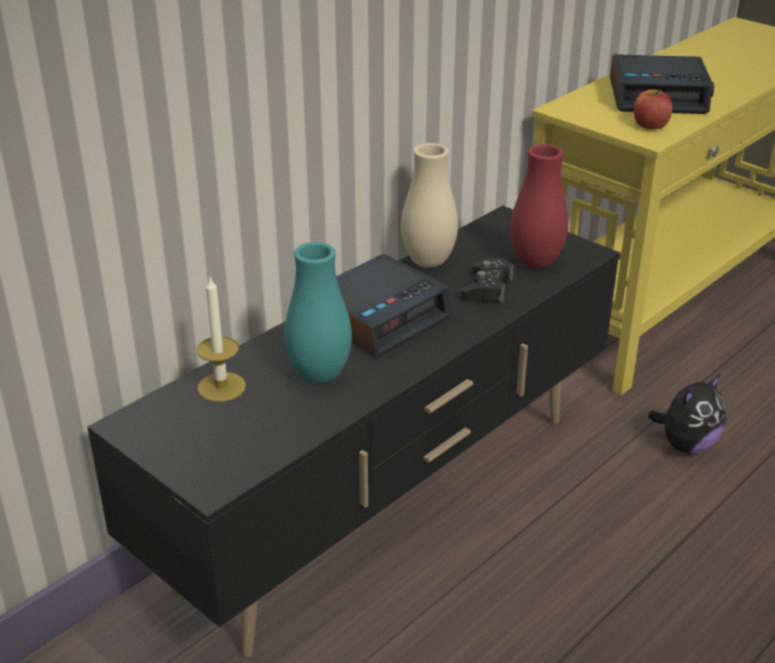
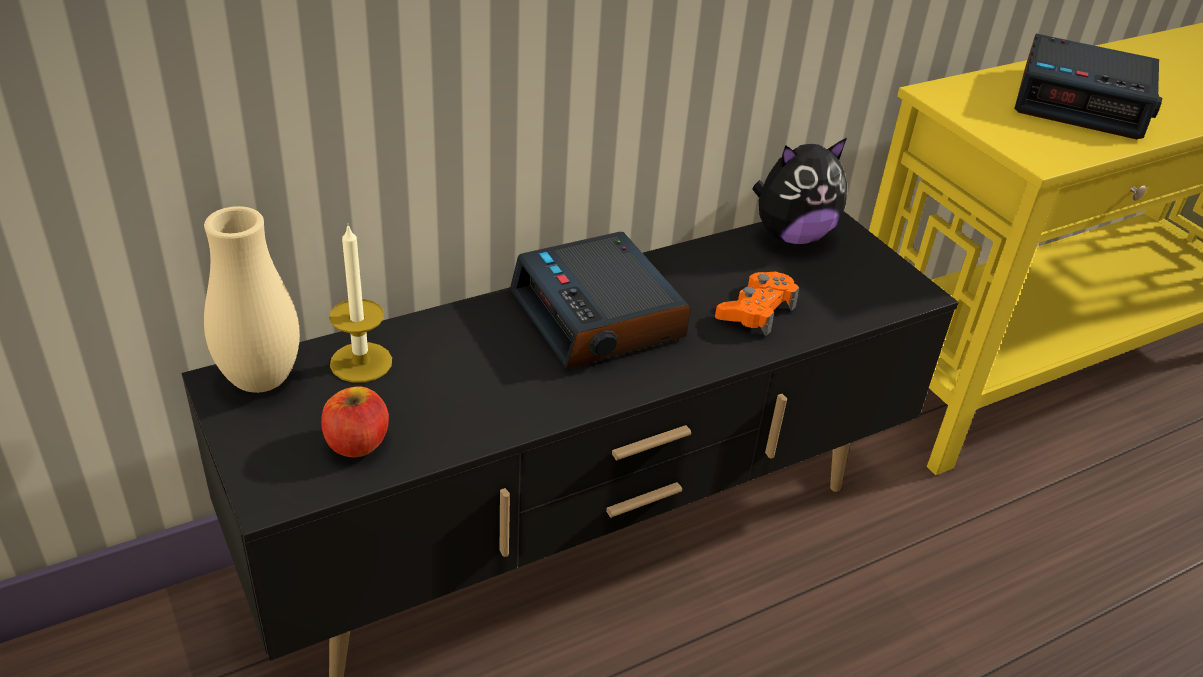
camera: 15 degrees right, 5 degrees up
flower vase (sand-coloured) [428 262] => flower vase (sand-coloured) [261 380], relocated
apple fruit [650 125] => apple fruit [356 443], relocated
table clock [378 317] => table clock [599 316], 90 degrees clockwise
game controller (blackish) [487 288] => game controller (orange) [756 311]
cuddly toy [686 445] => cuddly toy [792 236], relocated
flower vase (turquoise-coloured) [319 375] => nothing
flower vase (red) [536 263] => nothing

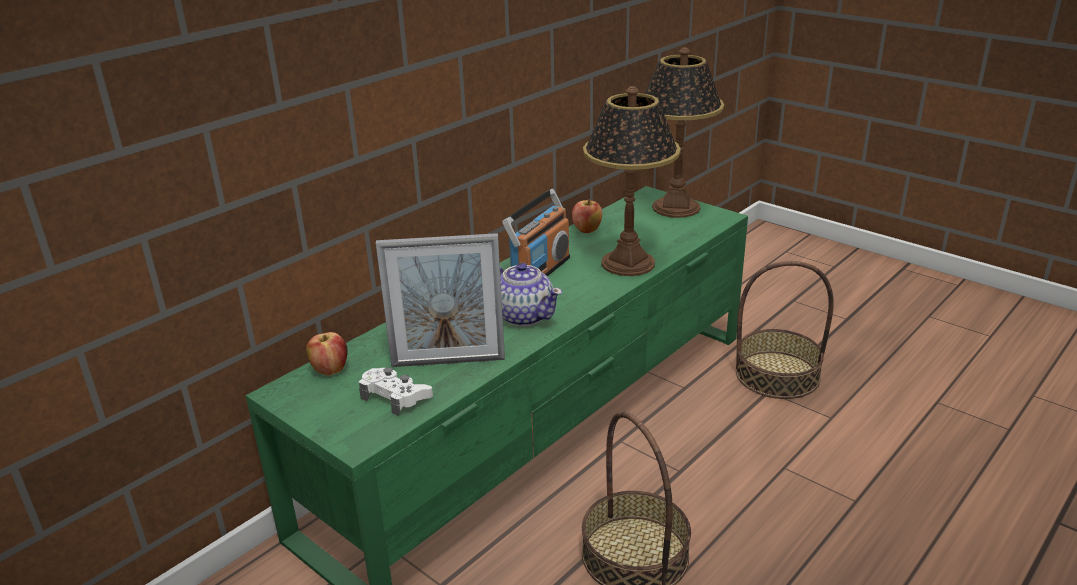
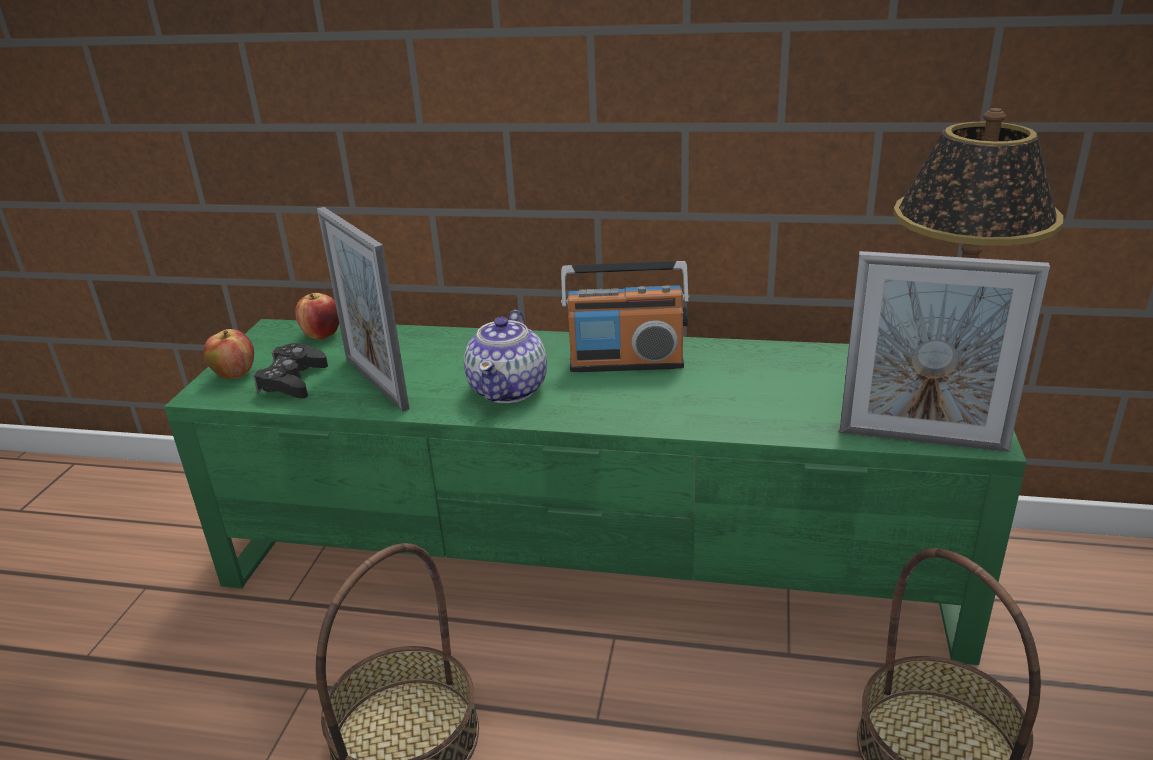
camera: 60 degrees right, 0 degrees up
apple fruit [587 230] => apple fruit [235 375], relocated
game controller (white-coloured) [395 396] => game controller (blackish) [293 381]
nothing => standing frame [922 439]
tabletop lamp [628 263] => nothing

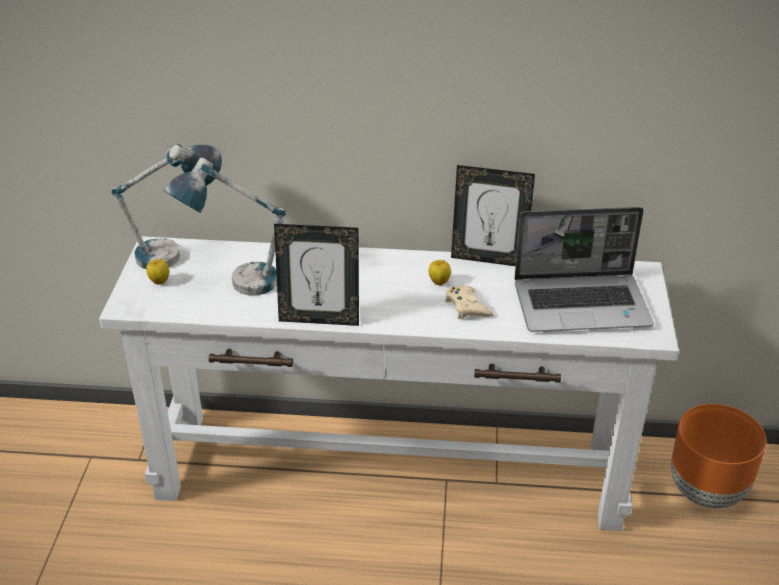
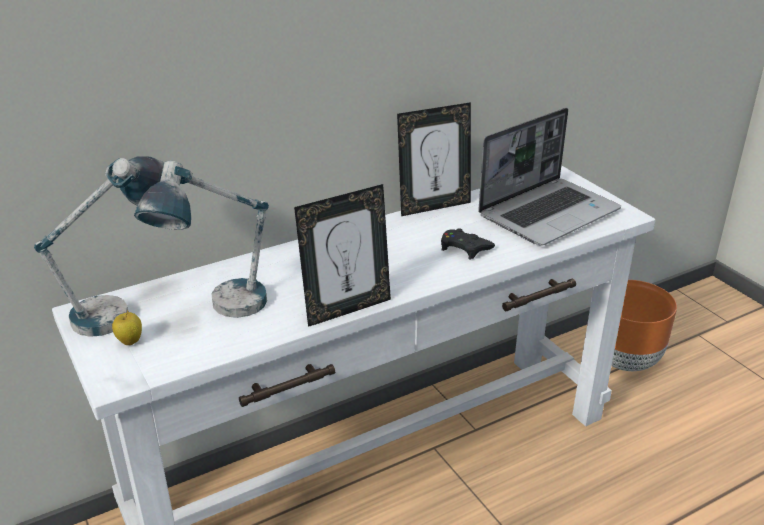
camera: 35 degrees left, 5 degrees down
game controller (sand-coloured) [467 307] => game controller (blackish) [464 248]
apple fruit [439 282] => nothing

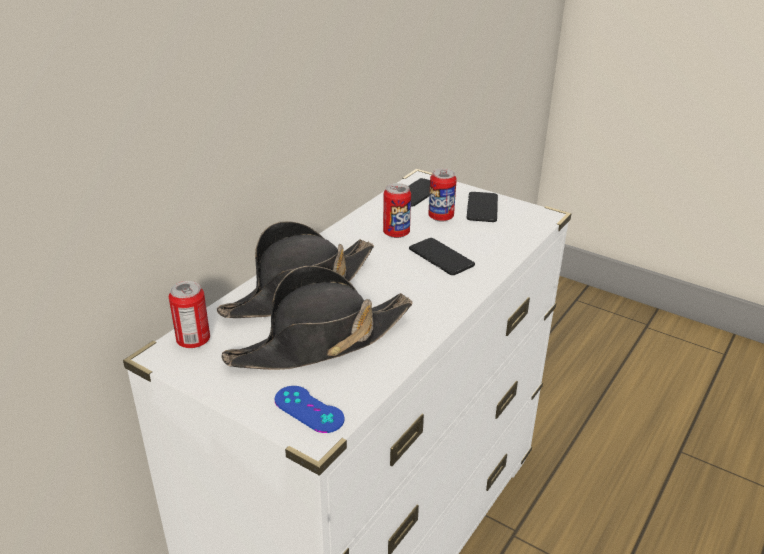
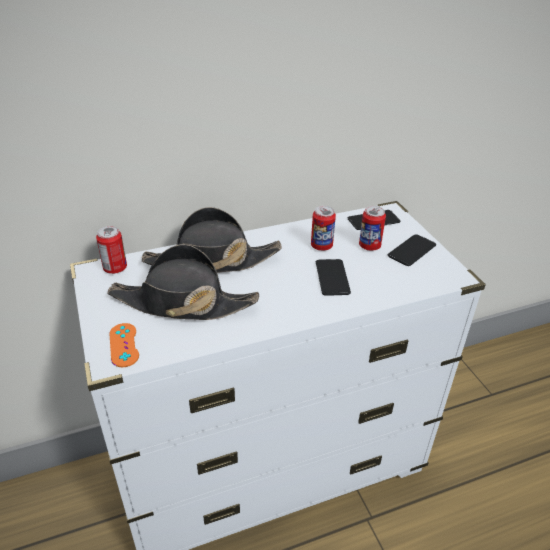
camera: 35 degrees right, 5 degrees up
game controller (bluish) [309 409] => game controller (orange) [124 345]

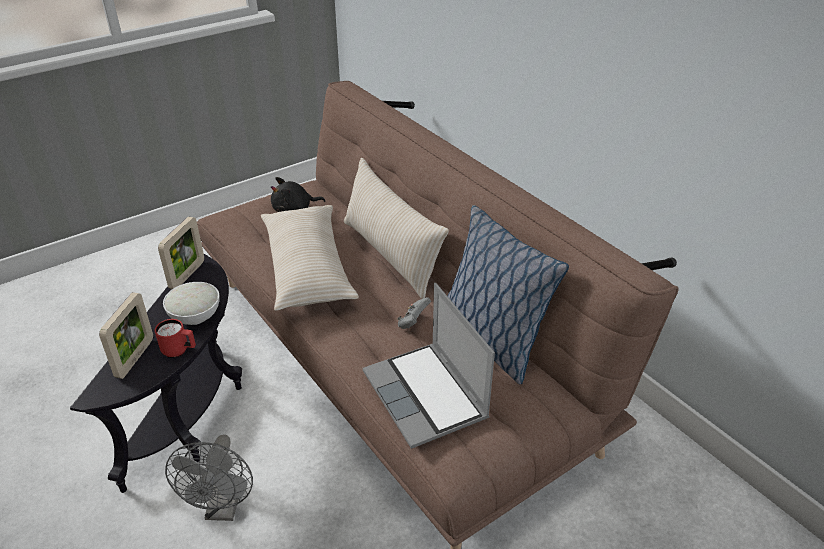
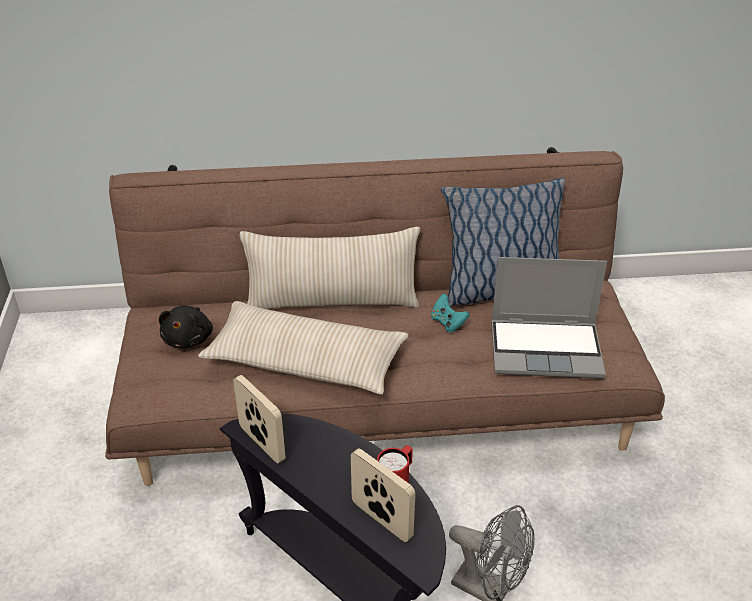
camera: 60 degrees left, 0 degrees up
game controller (greyish) [413 322] => game controller (turquoise-coloured) [448 323]
serving bowl (white-coloured) [194 316] => nothing

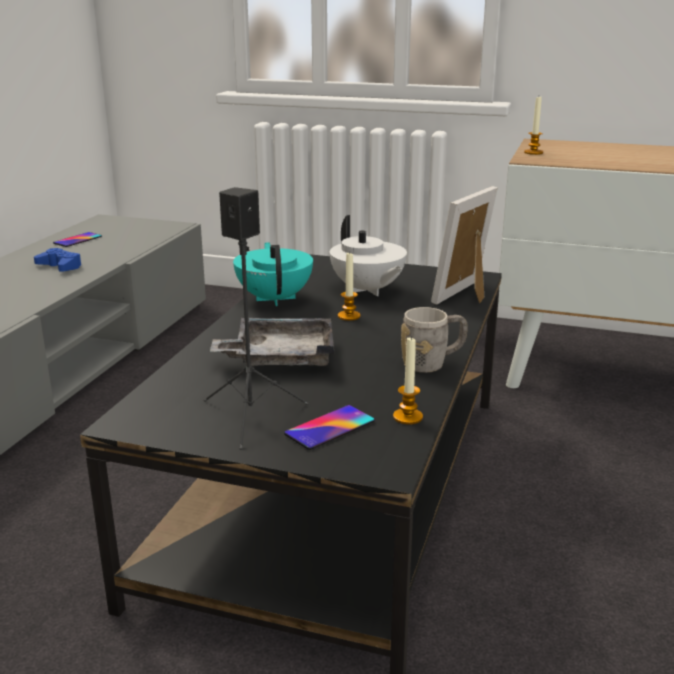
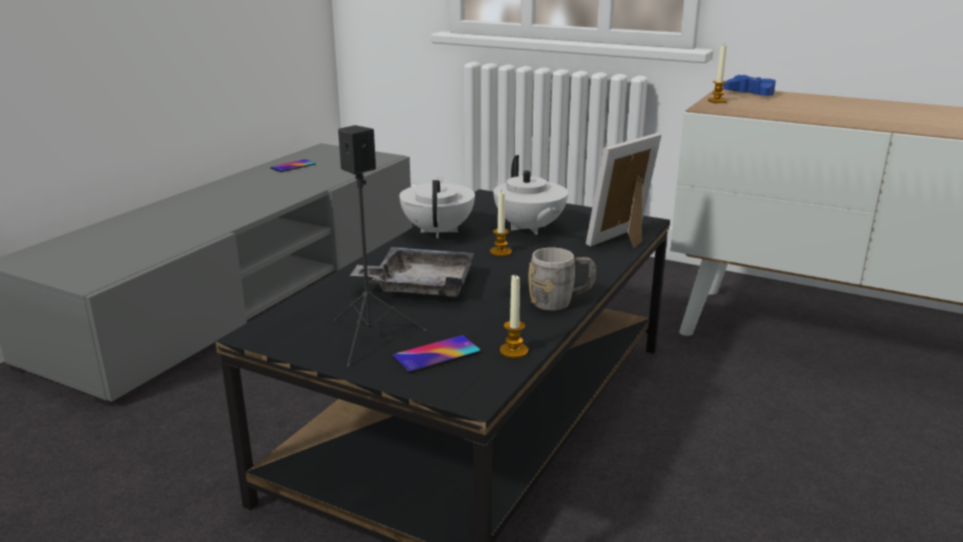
camera: 10 degrees right, 0 degrees up
pot for tea (turquoise-coloured) [275 298] => pot for tea (white-coloured) [439 231]
game controller (bluish) [60 266] => game controller (bluish) [750 93], relocated

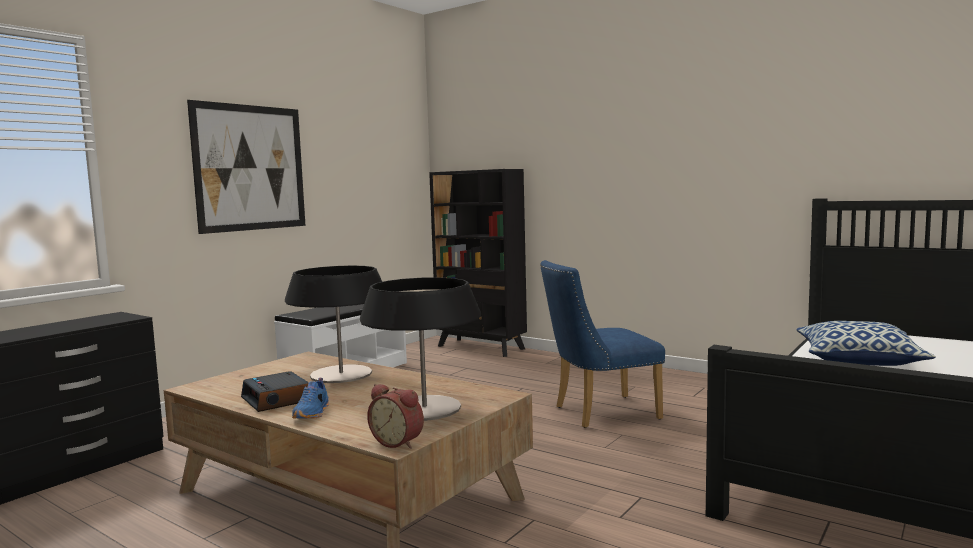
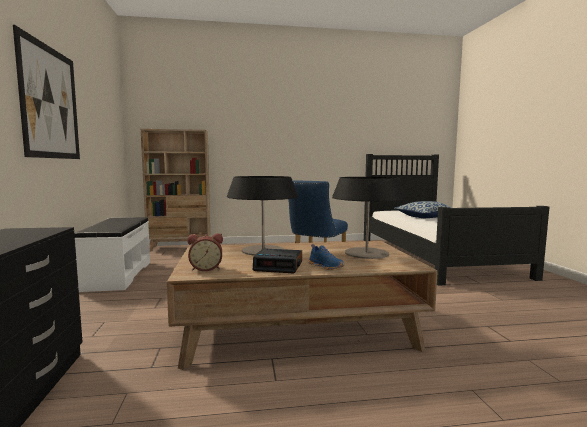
camera: 45 degrees left, 0 degrees up
shelving unit (blackish) [481 347] => shelving unit (sand-coloured) [180 248]
table clock [399 442] => table clock [206 268], relocated

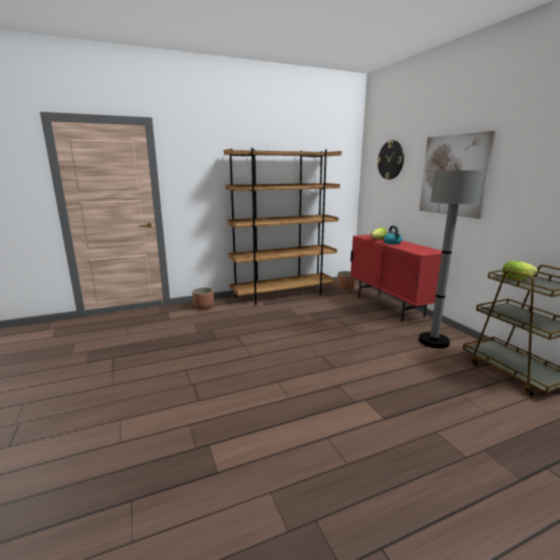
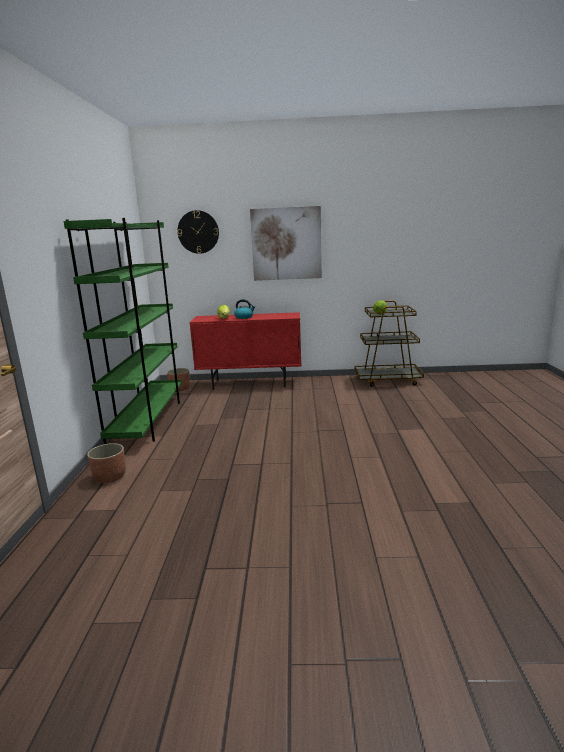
camera: 65 degrees left, 0 degrees up
shelving unit (brown-coloured) [283 295] => shelving unit (green-coloured) [148 420]
standing lamp (greyish) [433 341] => nothing

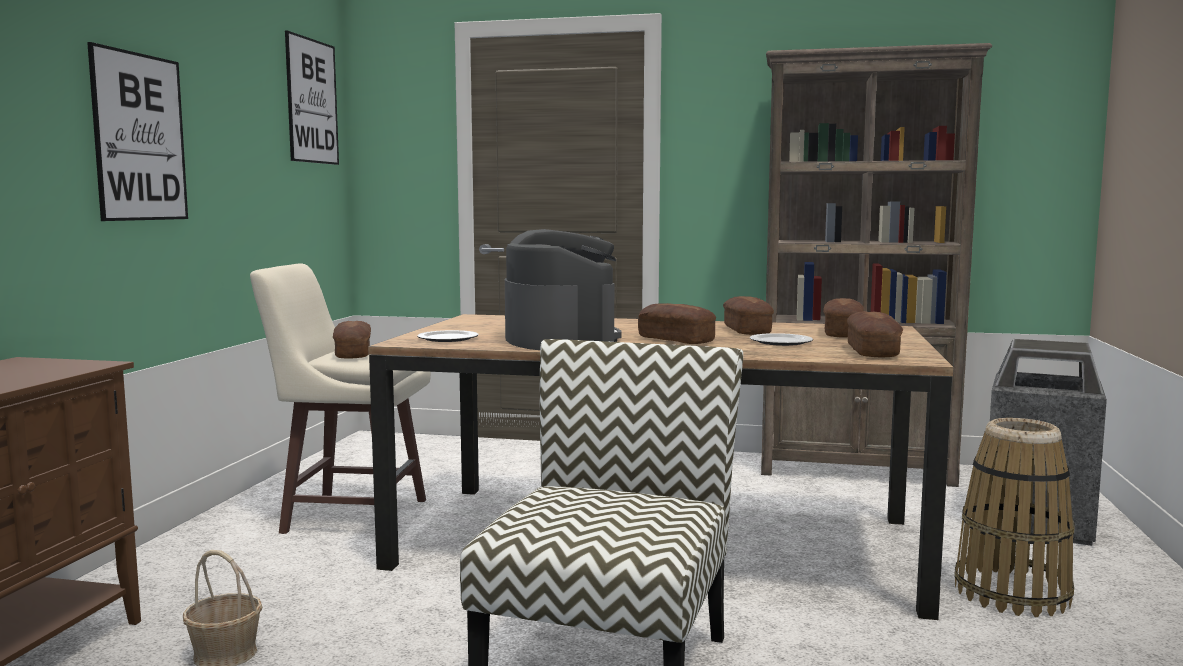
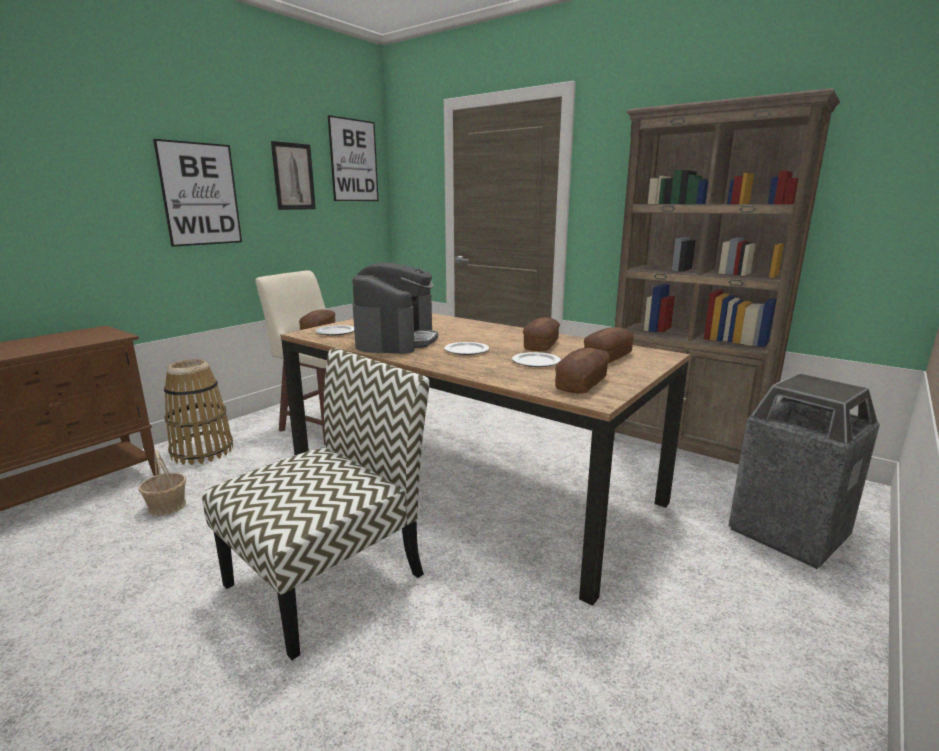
camera: 25 degrees right, 10 degrees up
household basket [1012 593] => household basket [202 451], relocated
nothing => picture [293 176]
baked bread [676 340] => dinner plate [467 350]

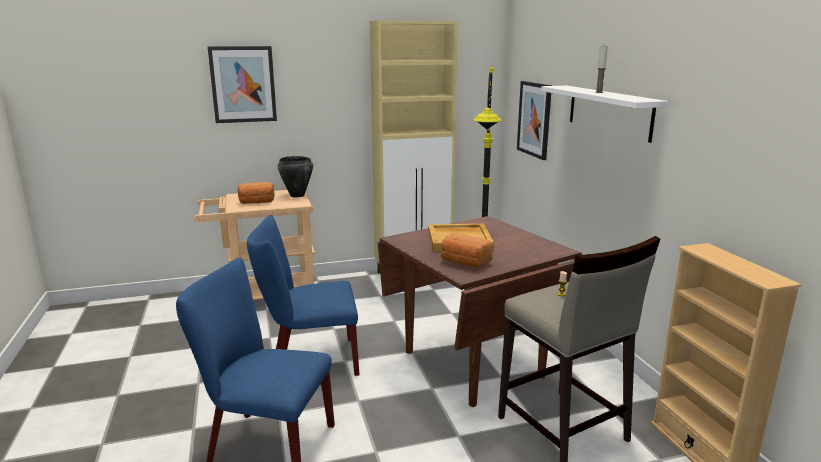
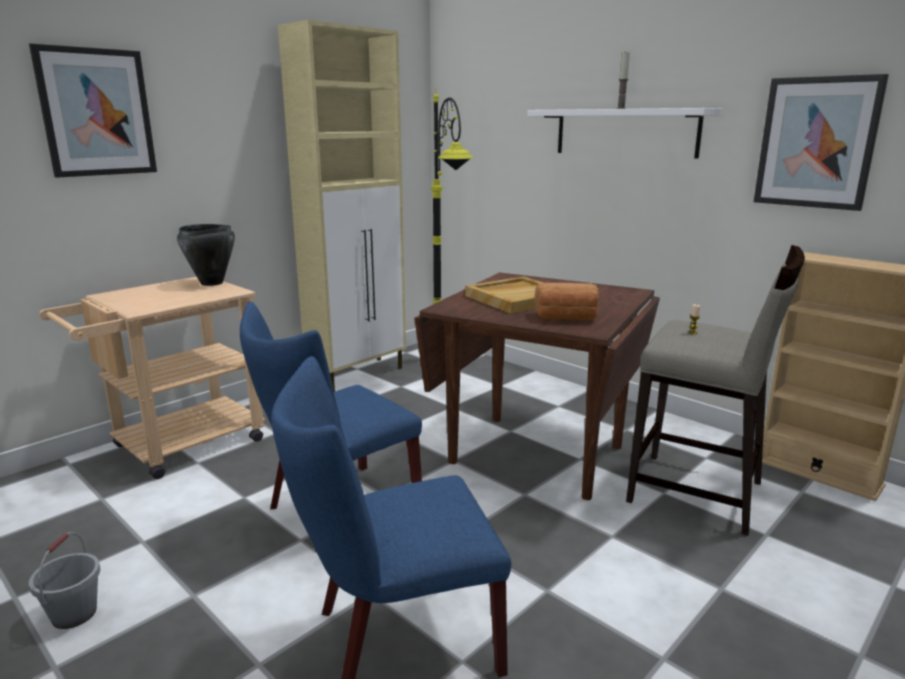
camera: 30 degrees left, 0 degrees up
nothing => water bucket (greyish) [74 614]
picture [534 119] => picture [816 143], relocated
baked bread [257 202] => nothing

